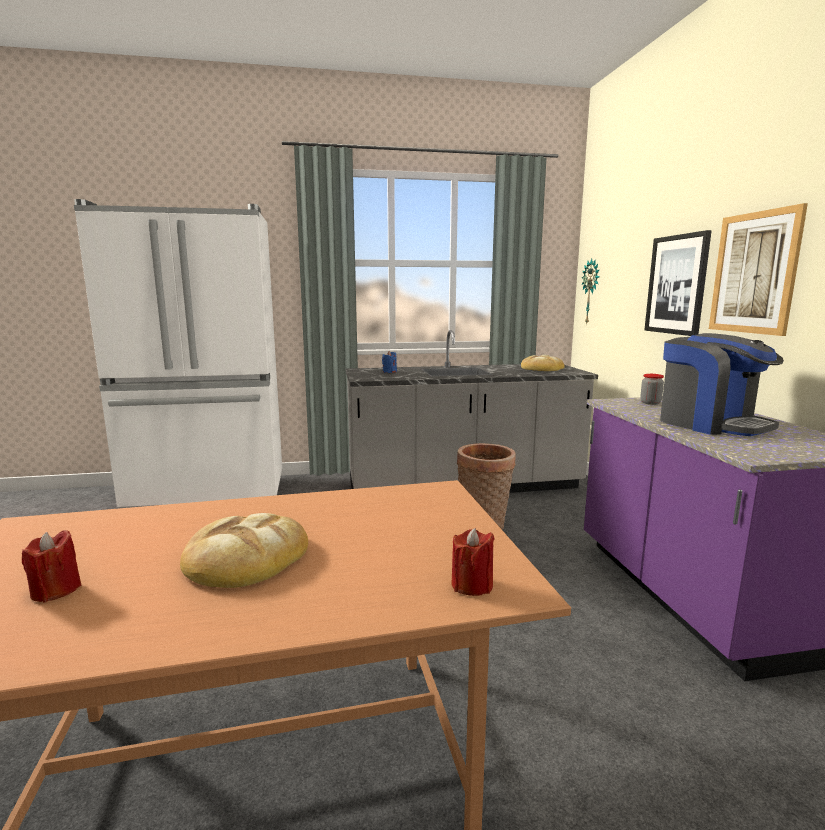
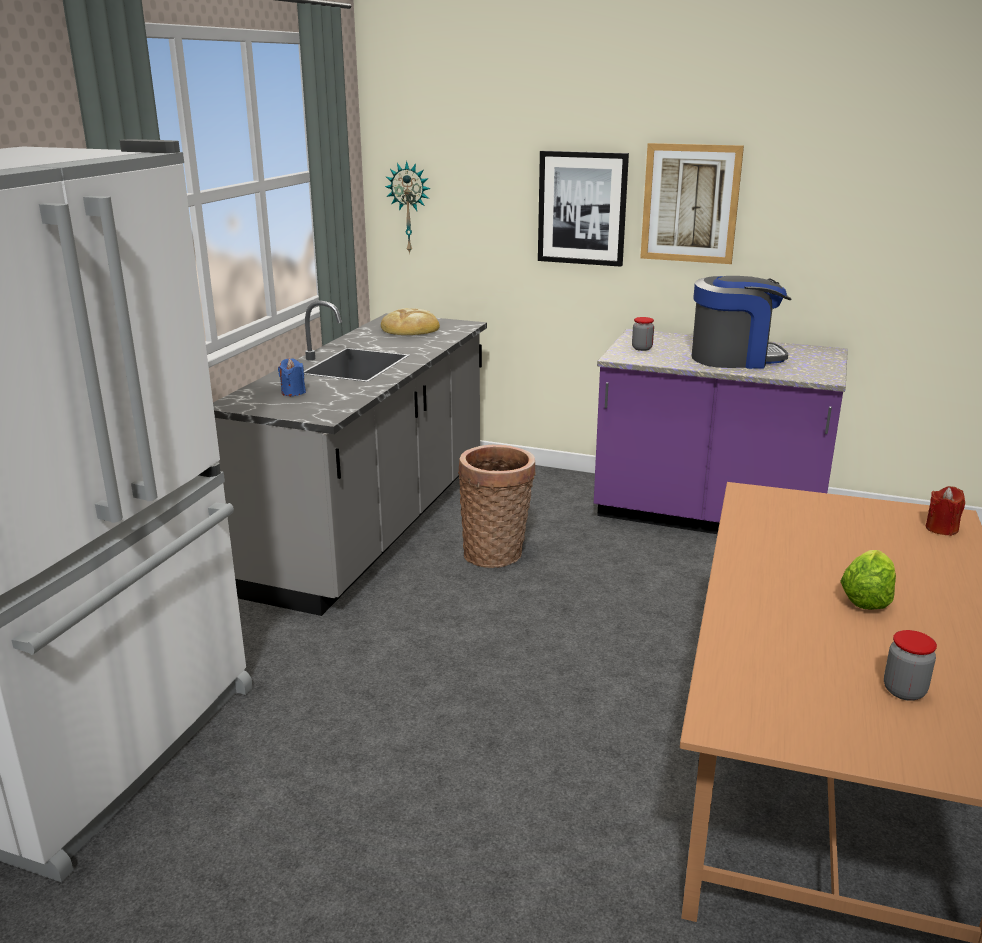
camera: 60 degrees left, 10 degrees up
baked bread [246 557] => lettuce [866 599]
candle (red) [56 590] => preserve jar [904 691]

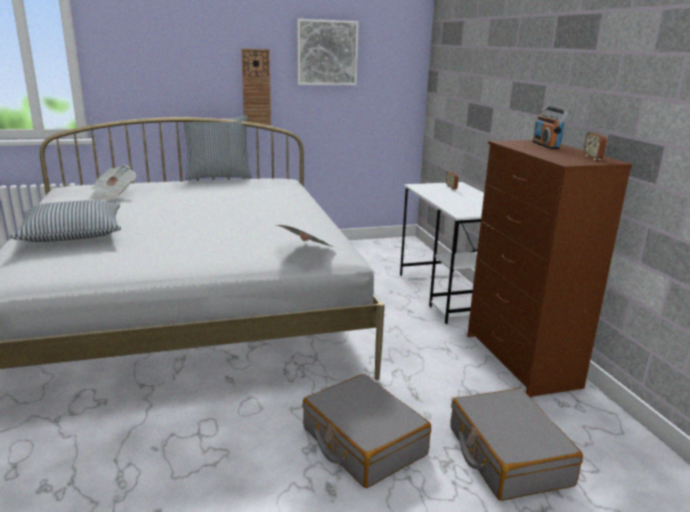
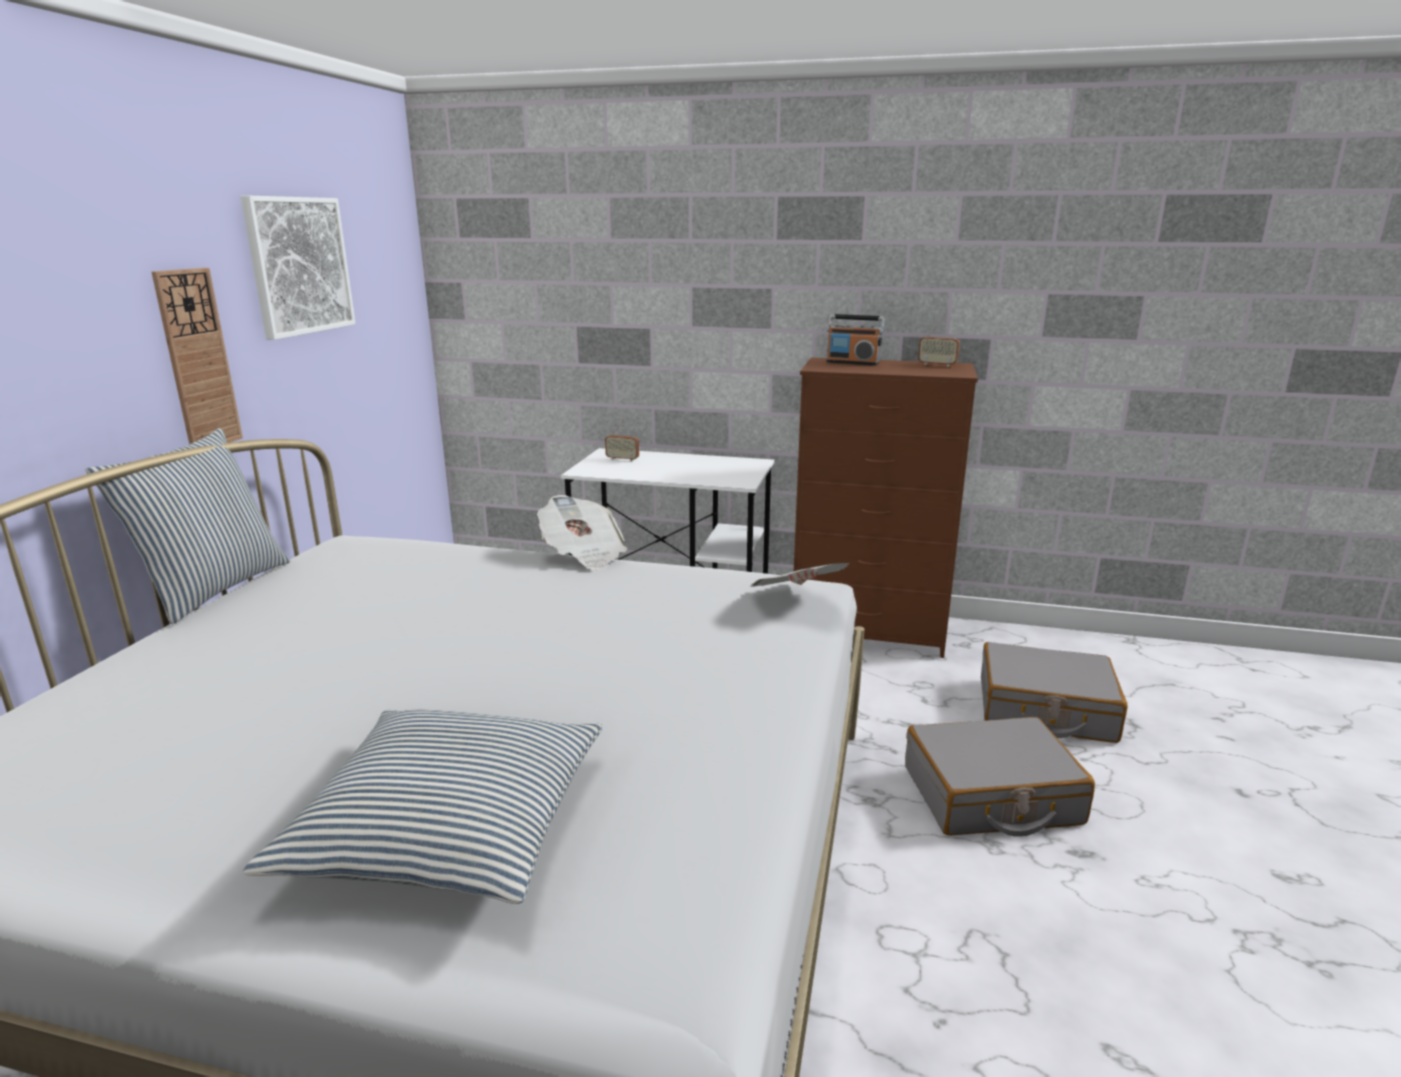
camera: 60 degrees left, 0 degrees up
daily paper [112 196] => daily paper [583 554], relocated

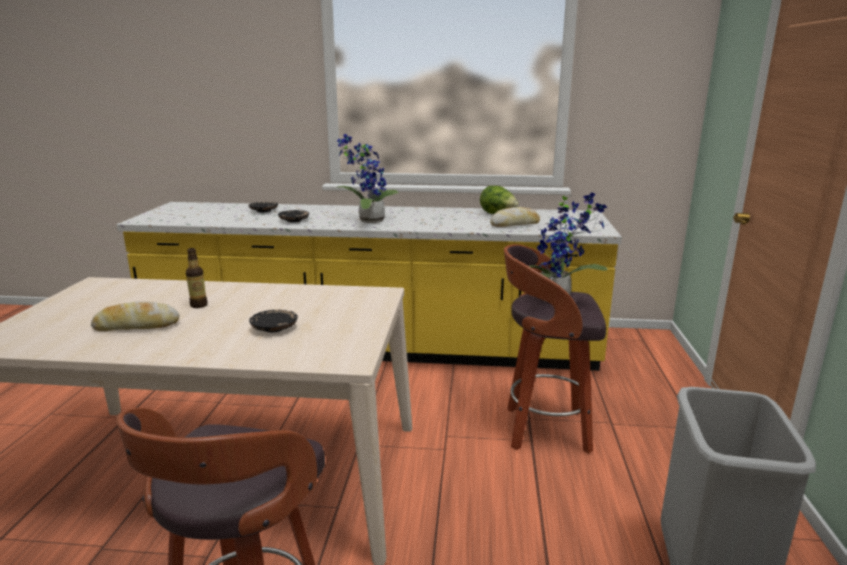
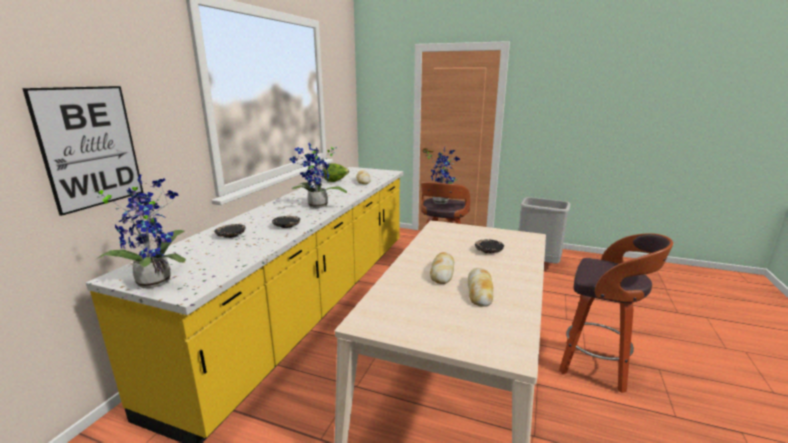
camera: 75 degrees left, 0 degrees up
nothing => picture [90 147]
nothing => potted plant [156 280]
beverage bottle [199 305] => baked bread [442 272]

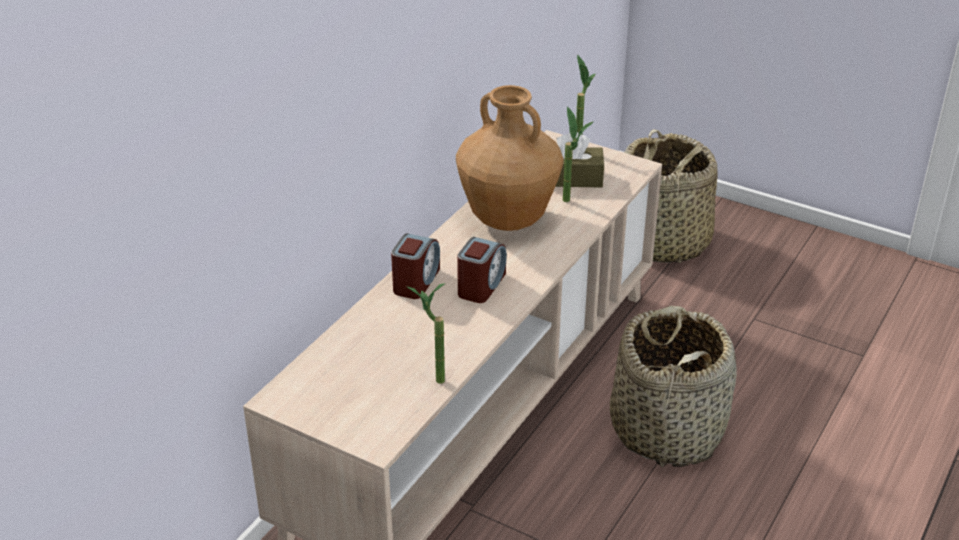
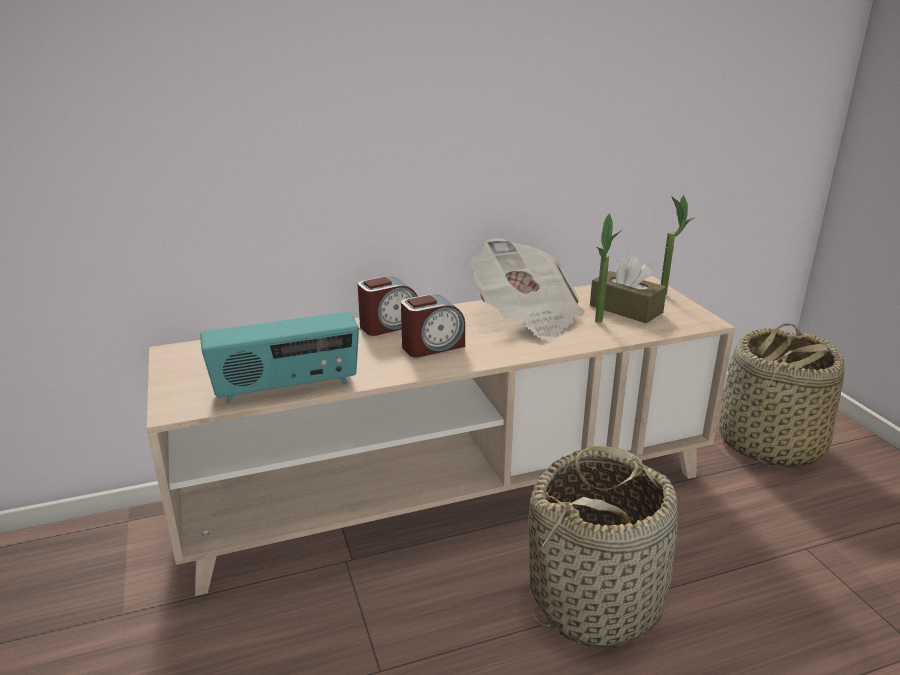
camera: 40 degrees right, 10 degrees down
potted plant [431 379] => radio receiver [286 387]
flower vase (brown-coloured) [509 220] => daily paper [526 316]

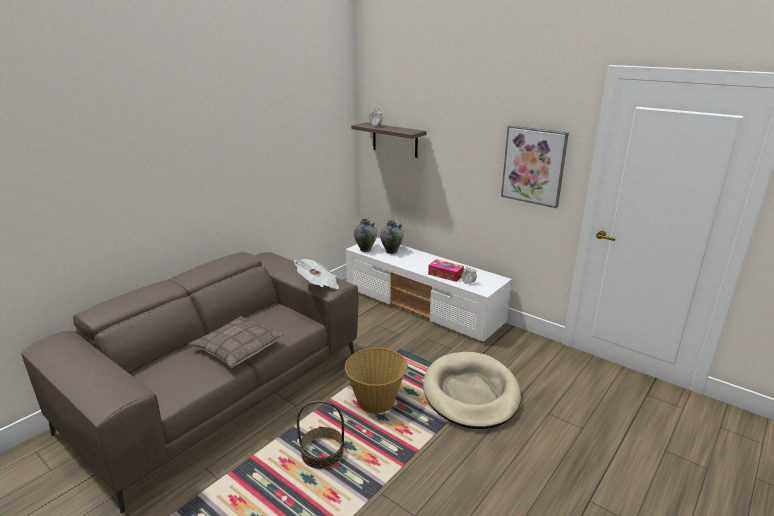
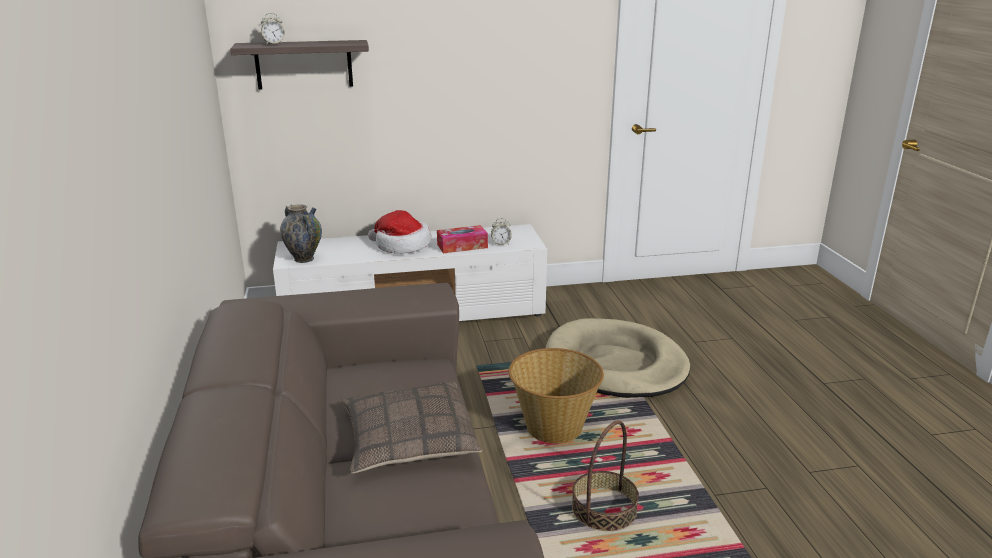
camera: 50 degrees left, 0 degrees up
nothing => wearable hat [401 245]
daily paper [318 284] => nothing
flower vase [391 251] => nothing
picture [533 166] => nothing

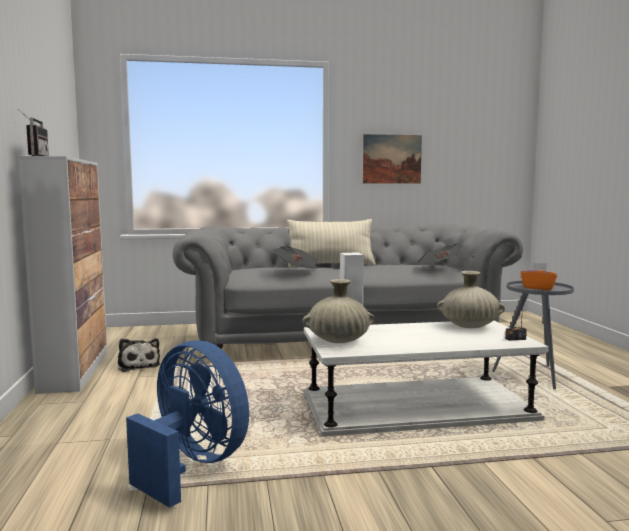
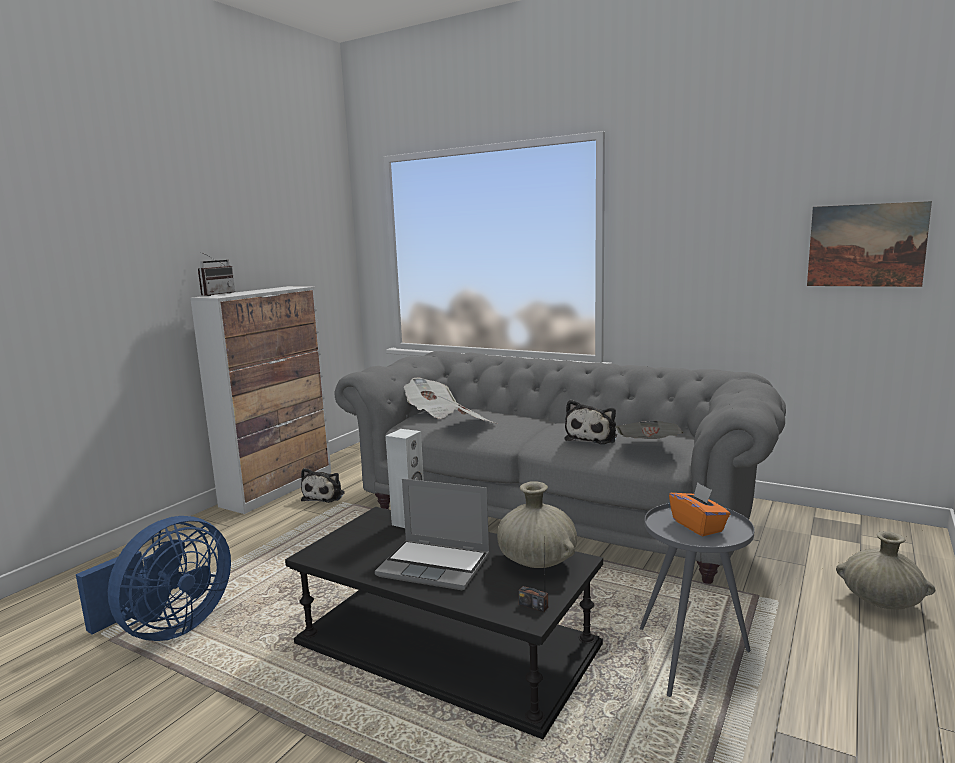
camera: 40 degrees right, 5 degrees up
fan (bluish) [192 466] => fan (bluish) [168 628], 45 degrees clockwise
coffee table (white-coloured) [417 406] => coffee table (blackish) [447 644]
nothing => portable computer [436 566]
nothing => daily paper [432 412]
nothing => cuddly toy [592 437]
picture [392 159] => picture [866 245], relocated
flower vase (sand-coloured) [338 341] => flower vase (sand-coloured) [881 601], relocated
cushion (sand-coloured) [331 266] => nothing

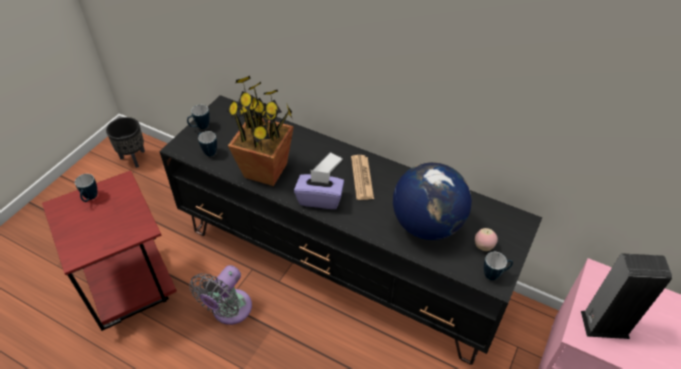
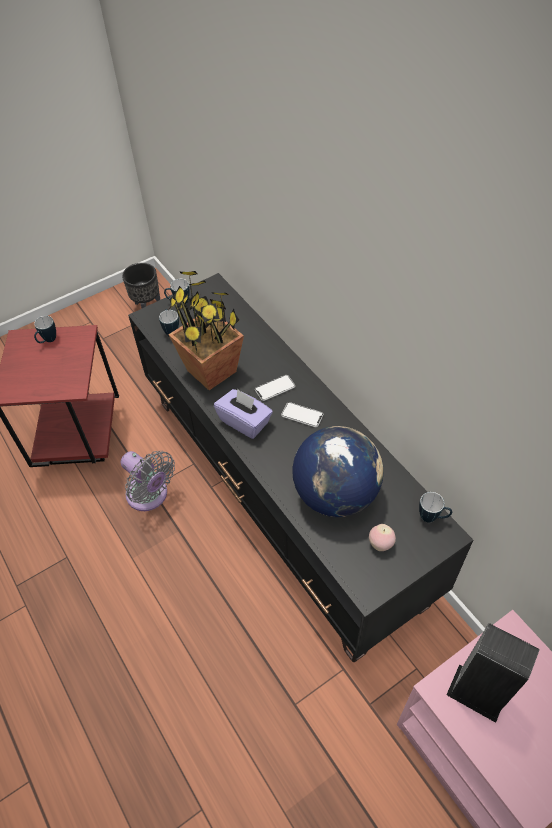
camera: 30 degrees right, 5 degrees up
fan (greyish) [229 310] => fan (greyish) [150 496], 105 degrees counterclockwise
daily paper [362 178] => handset [302 415]
mug [494 274] => mug [432 518], relocated

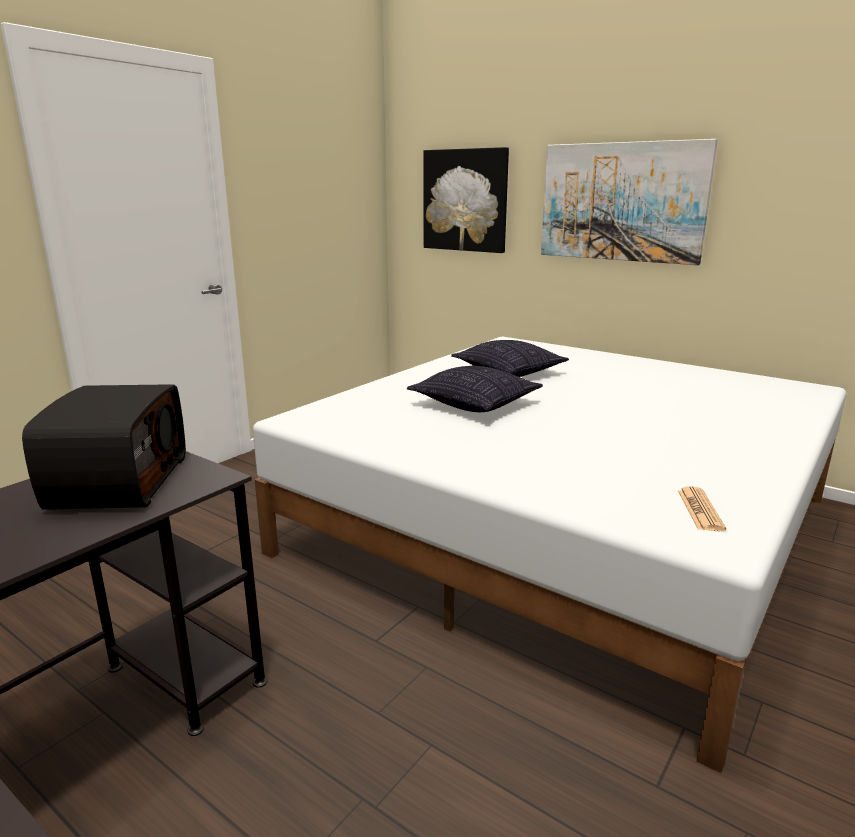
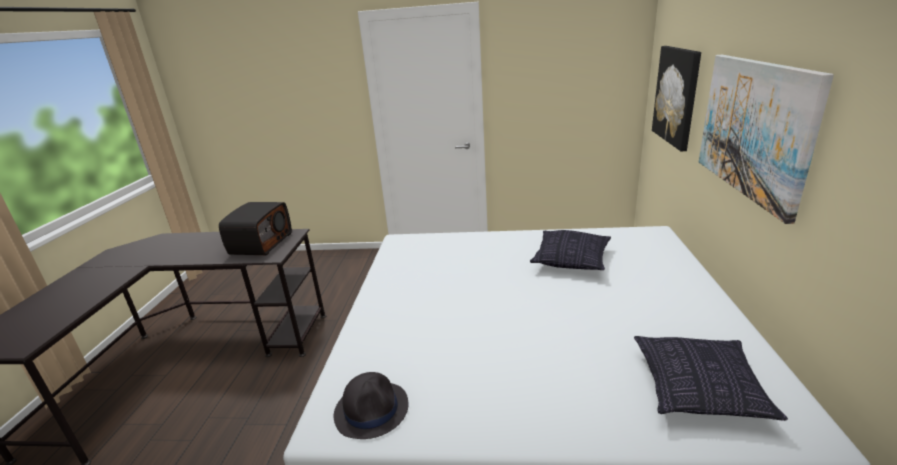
camera: 60 degrees right, 5 degrees up
radio receiver [117 482] => radio receiver [260 243], 45 degrees counterclockwise
daily paper [700 510] => wearable hat (blackish) [372 409]
cushion [475 404] => cushion [698 389], relocated

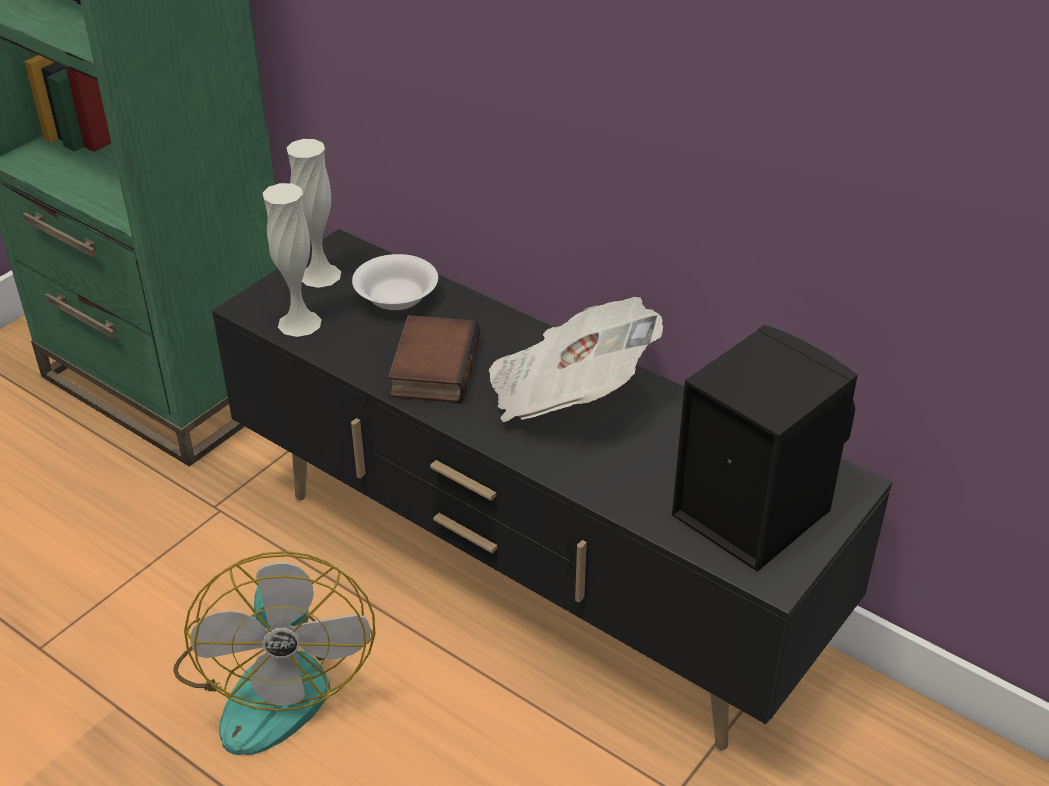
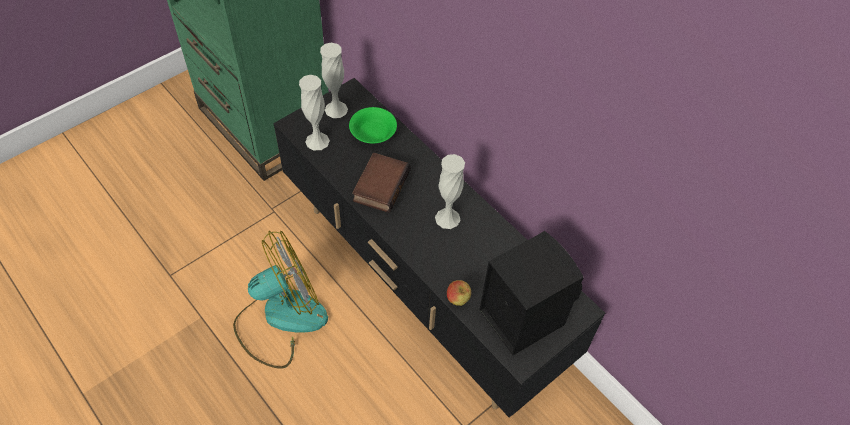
camera: 10 degrees right, 15 degrees up
fan [274 680] => fan [280 318], 120 degrees counterclockwise
serving bowl (white-coloured) [395 297] => serving bowl (green-coloured) [372 133]
daily paper [567 394] => flower vase (white-coloured) [447 218]
nothing => apple fruit [457 299]

